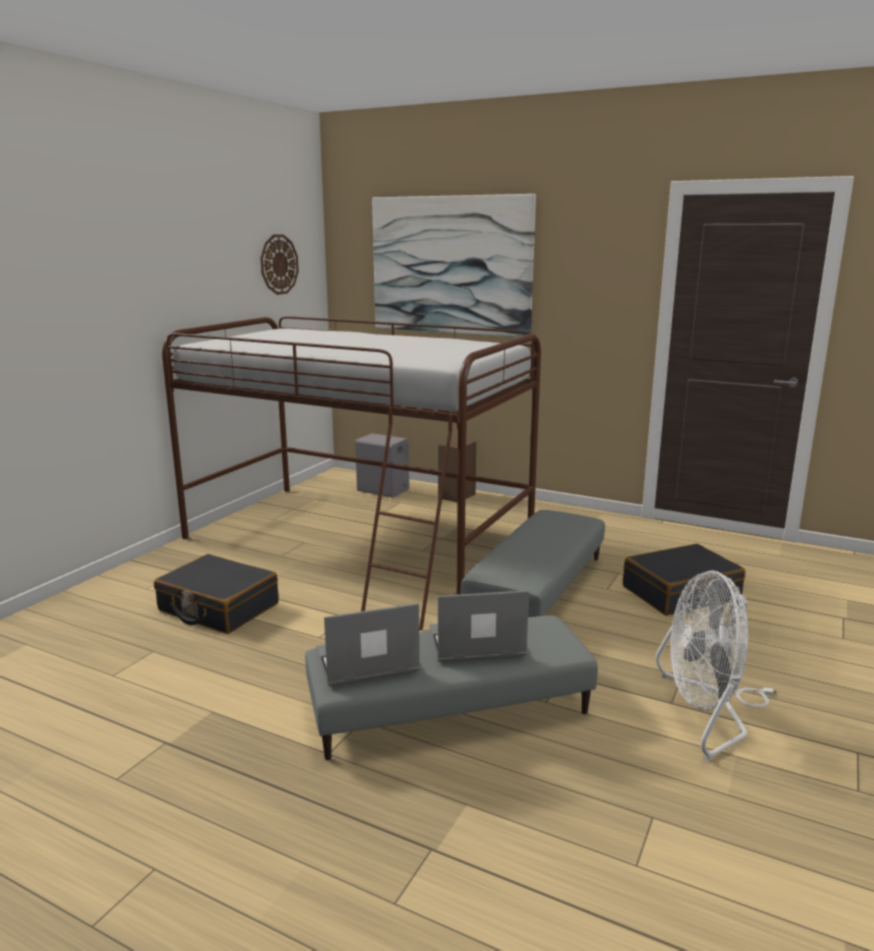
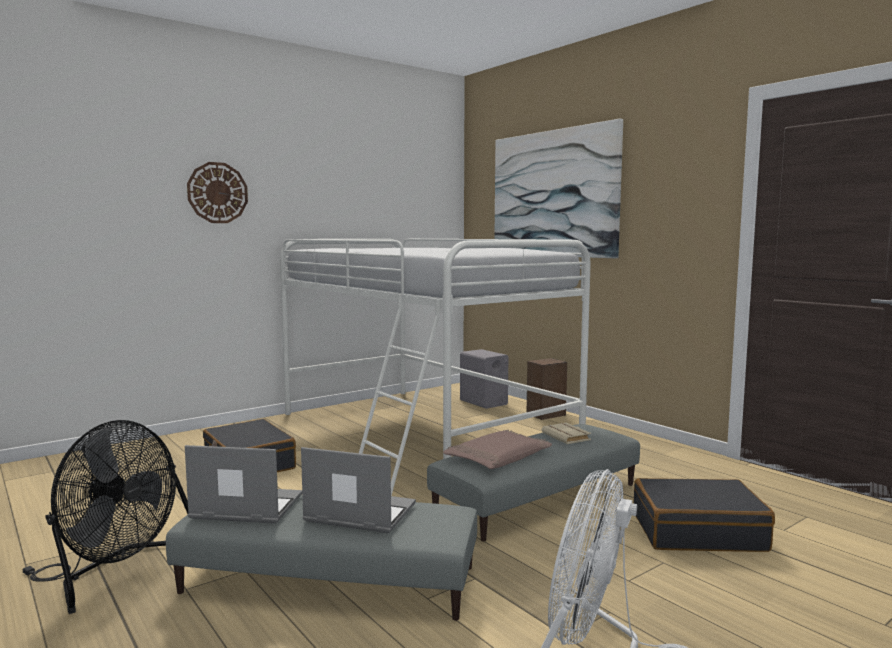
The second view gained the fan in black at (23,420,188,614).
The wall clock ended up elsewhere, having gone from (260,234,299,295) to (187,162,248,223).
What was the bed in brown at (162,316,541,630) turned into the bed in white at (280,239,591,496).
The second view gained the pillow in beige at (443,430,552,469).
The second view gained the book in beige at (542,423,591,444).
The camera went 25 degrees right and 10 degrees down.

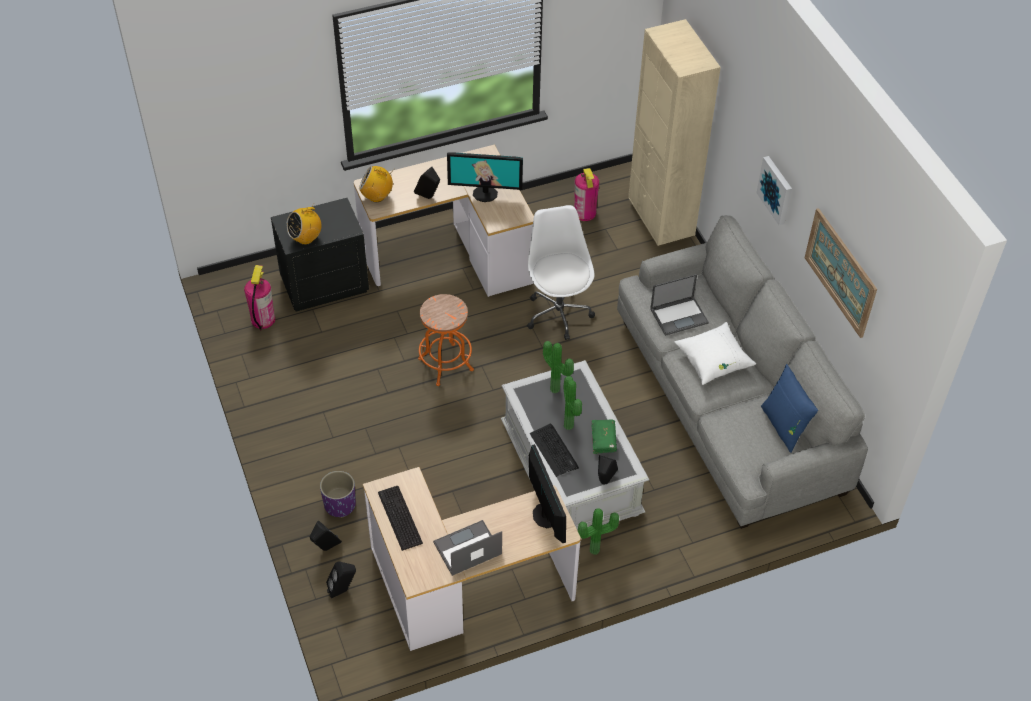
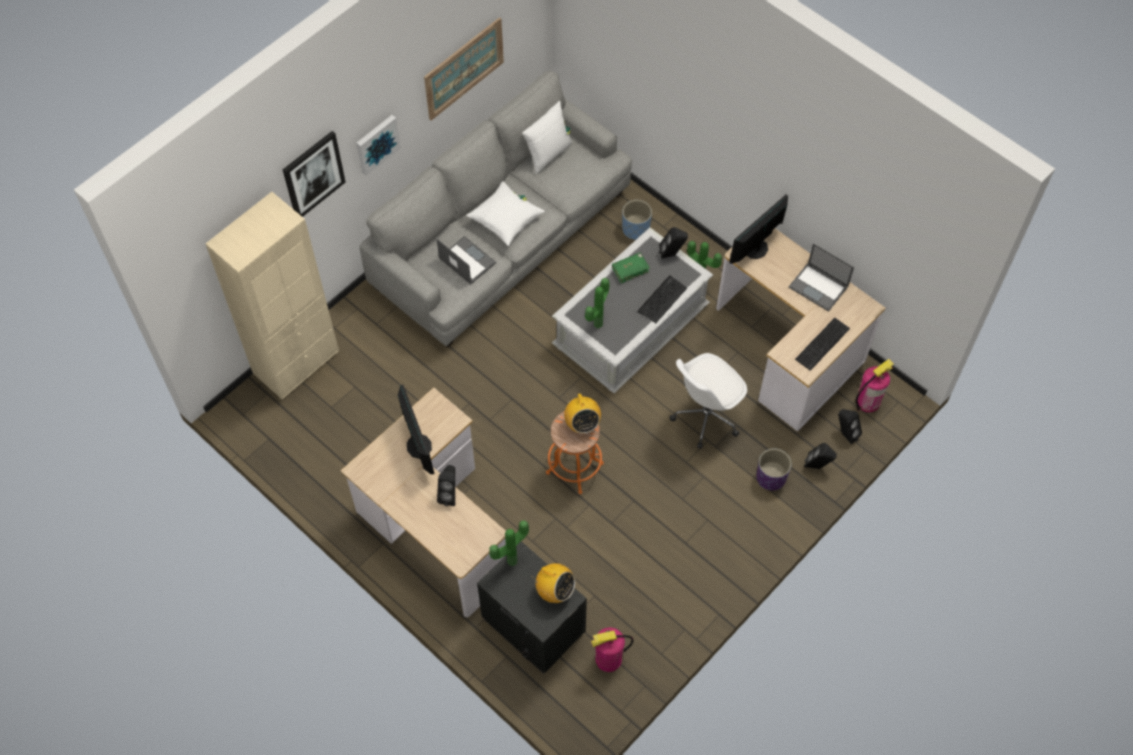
The second view gained the picture at (283,131,346,217).
The potted plant ended up elsewhere, having gone from (564,376,582,430) to (489,520,529,566).
What was the pillow in blue at (761,364,818,453) turned into the pillow in white at (522,101,572,174).
The radio ended up elsewhere, having gone from (359,166,395,202) to (564,393,601,433).
The second view gained the planter in blue at (622,200,652,240).
The office chair in white ended up elsewhere, having gone from (527,205,595,340) to (669,353,747,449).
The fire extinguisher ended up elsewhere, having gone from (574,168,599,221) to (856,359,894,413).
The camera went 115 degrees left and 10 degrees up.

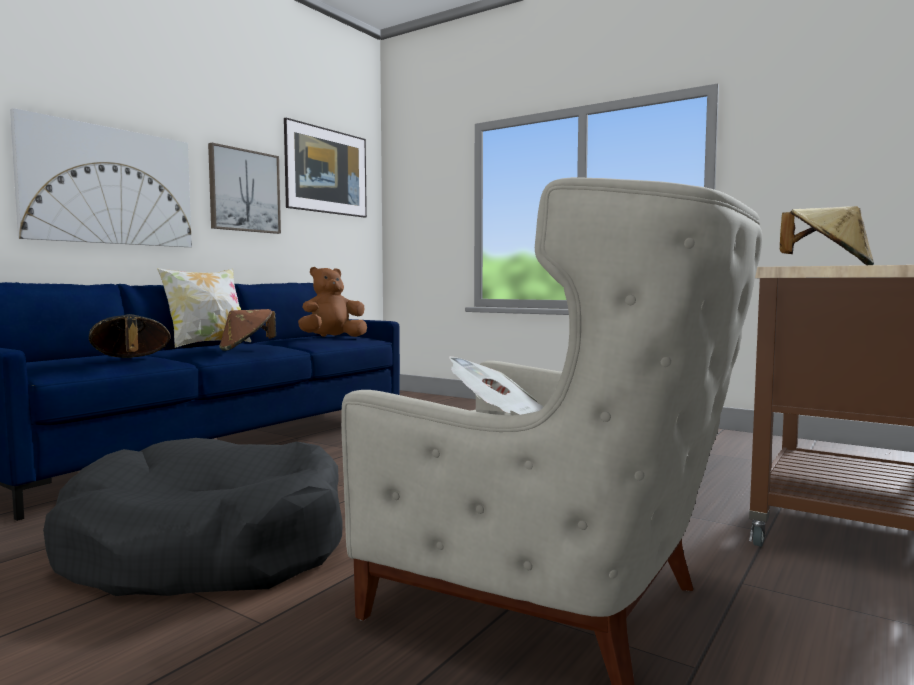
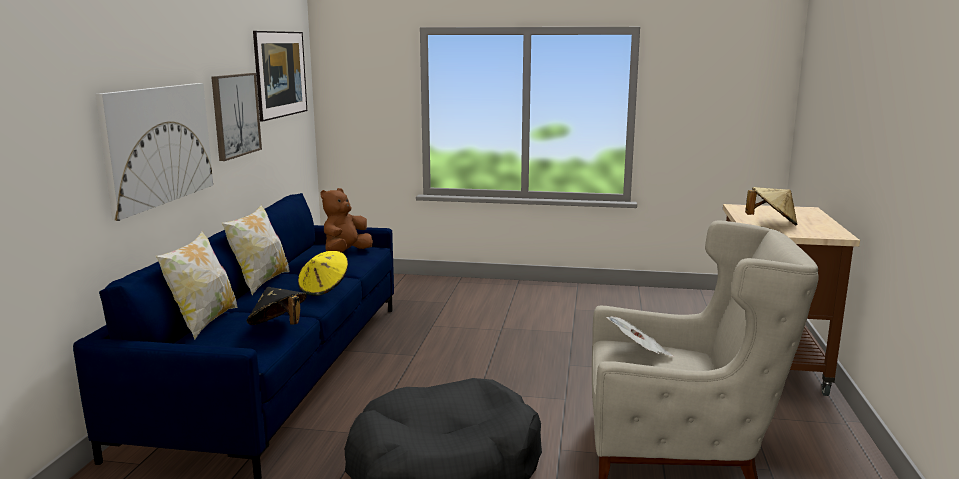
The second view gained the pillow at (156,230,237,340).
What was the hat in brown at (220,309,276,351) turned into the hat in yellow at (298,251,348,296).
The camera went 25 degrees left and 10 degrees up.

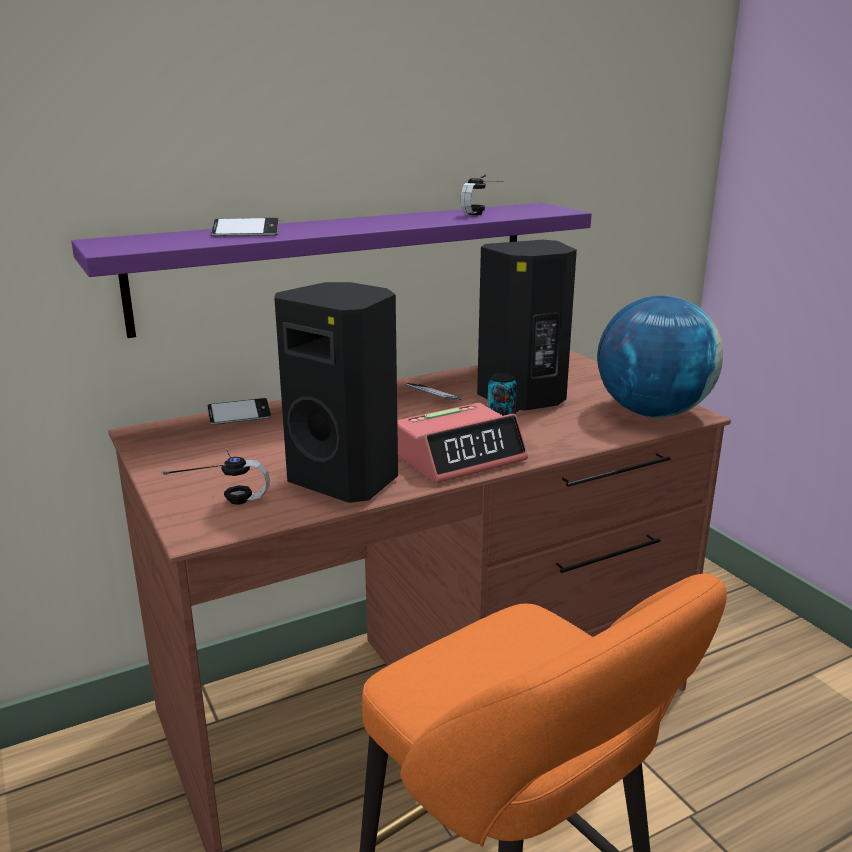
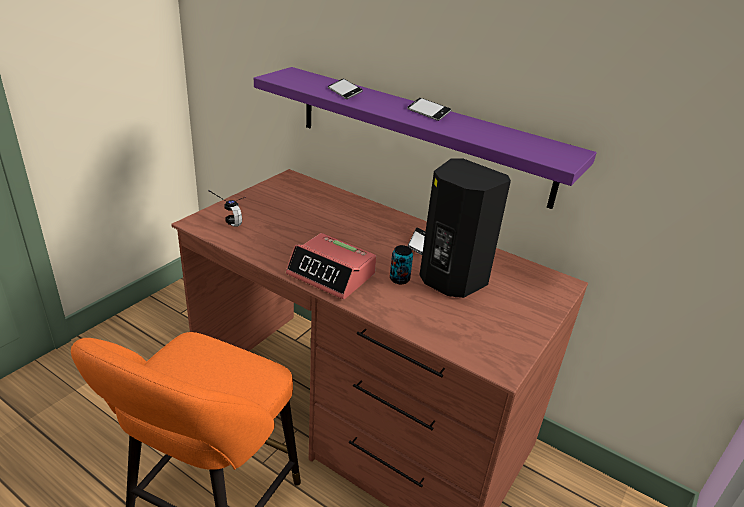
The phone ended up elsewhere, having gone from (207,398,271,425) to (407,98,451,121).
The second view lost the speaker in black at (274,282,398,503).
The second view lost the headphones at (460,174,503,215).
The second view lost the globe at (597,295,723,417).
The camera went 60 degrees right and 10 degrees up.

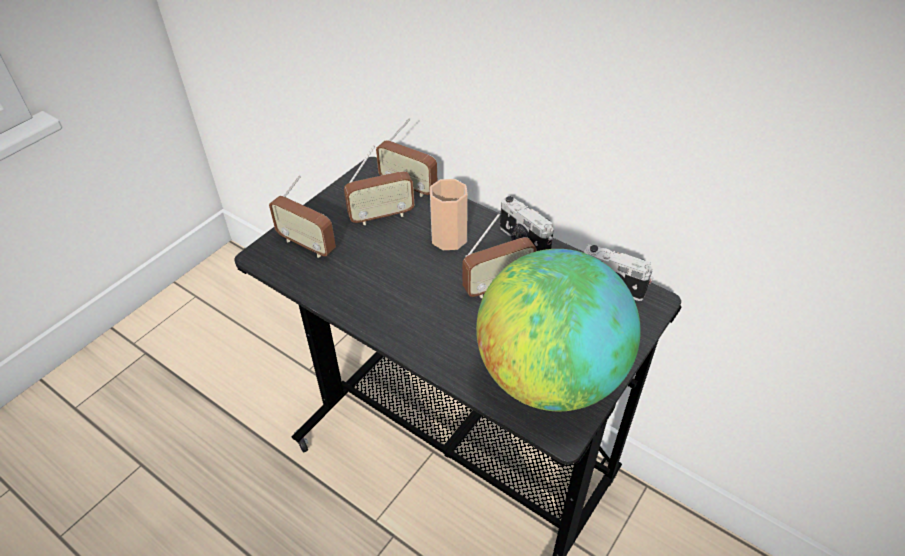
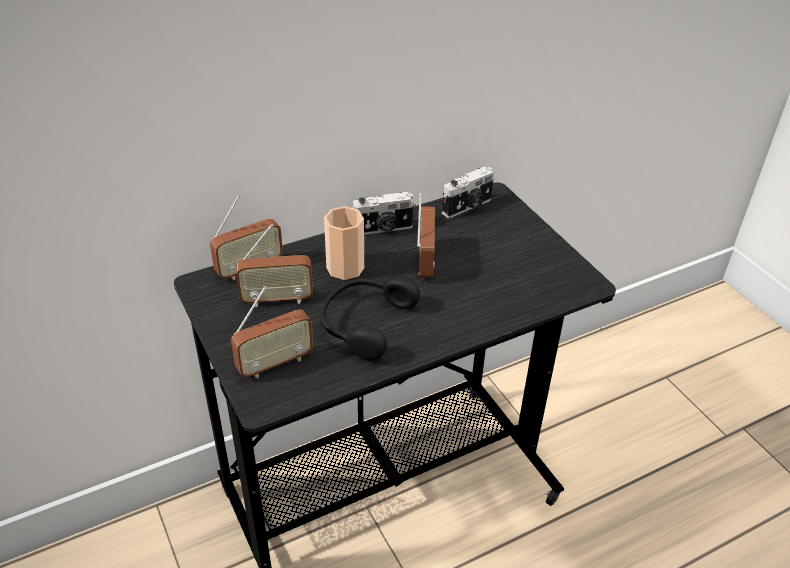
The radio at (344,146,414,225) ended up facing another way, 75 degrees clockwise from before.
The second view gained the headphones in black at (320,276,420,361).
The second view lost the globe at (476,249,641,411).
The camera went 65 degrees left and 5 degrees down.

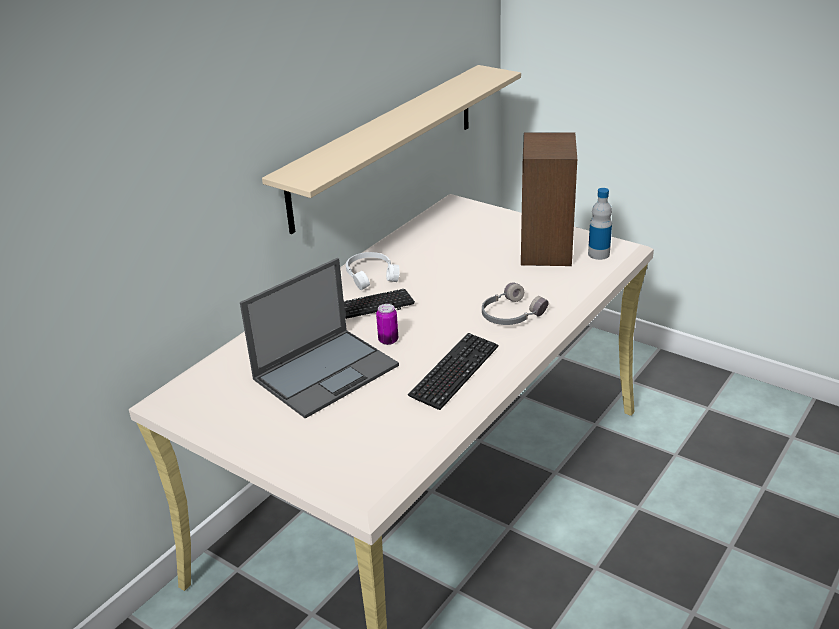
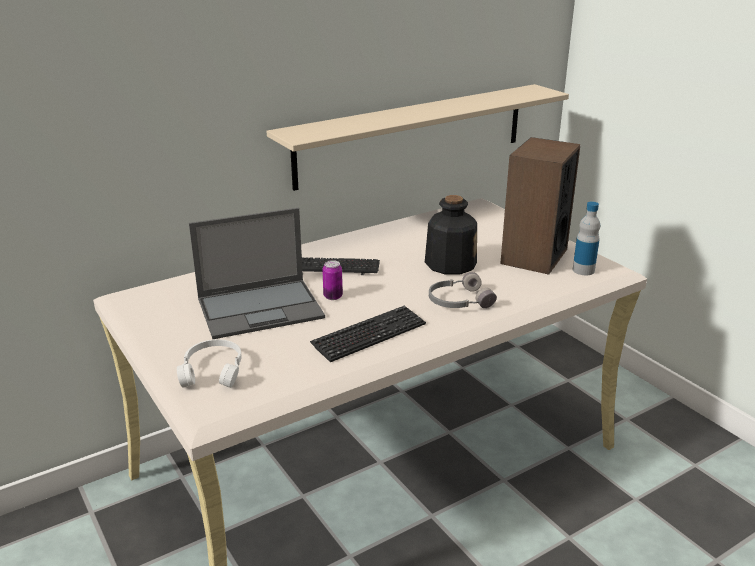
The headphones in white ended up elsewhere, having gone from (346,252,400,290) to (177,339,242,388).
The second view gained the bottle at (425,195,477,275).
The camera went 20 degrees right and 5 degrees down.

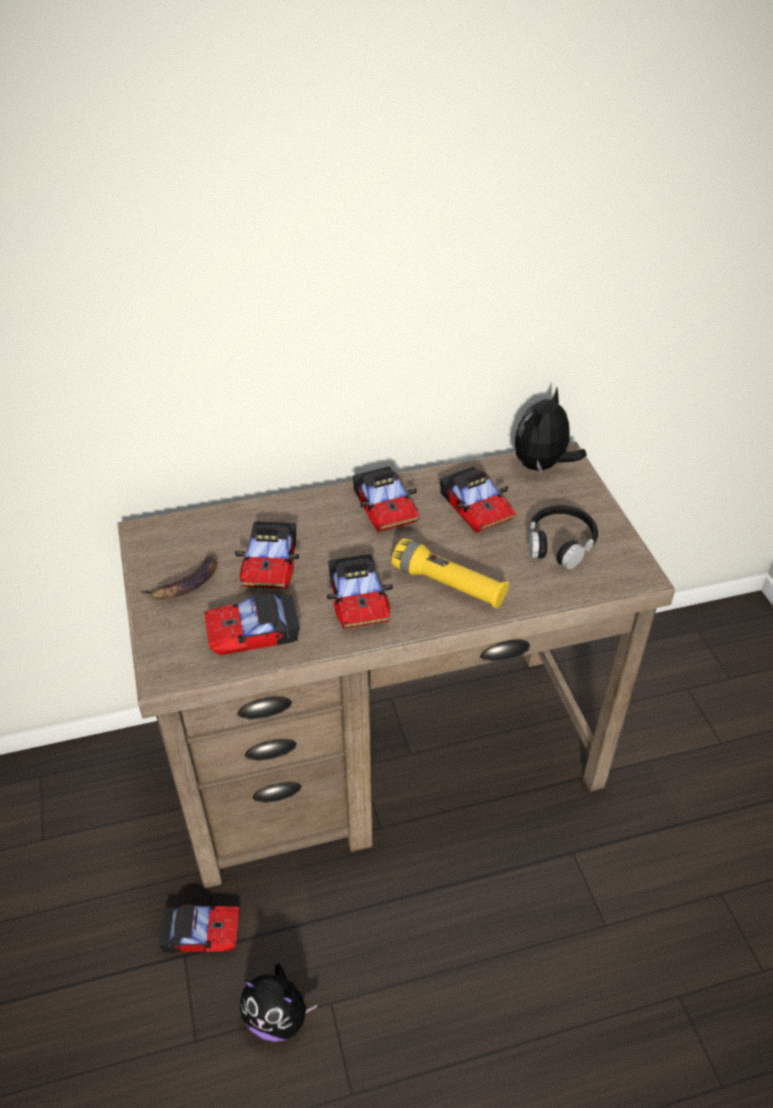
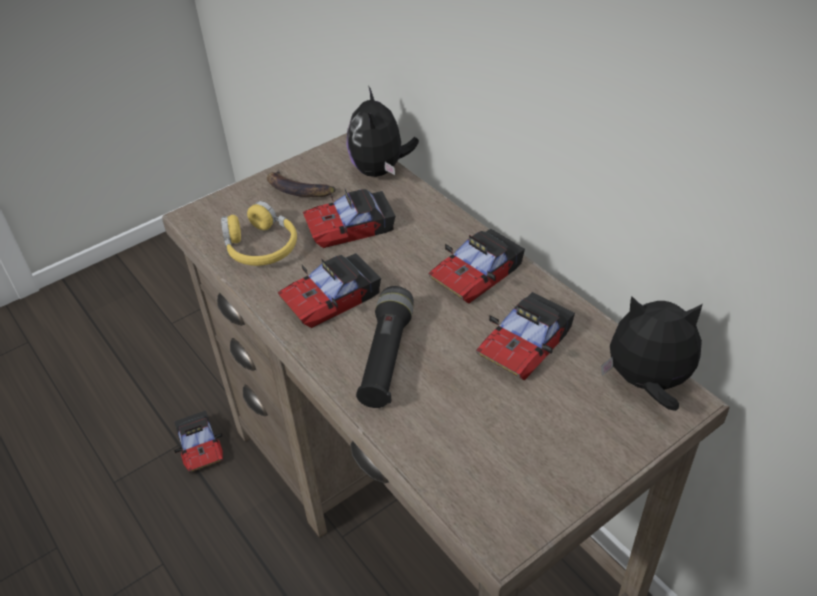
Where the toy car stood at (204,594,300,655), the headphones in yellow came to stand at (221,201,297,266).
The plush toy ended up elsewhere, having gone from (240,963,318,1042) to (347,86,419,177).
What was the flashlight in yellow at (392,538,509,608) turned into the flashlight in black at (356,286,414,408).
The second view lost the headphones in black at (529,505,598,569).
The camera went 70 degrees right and 0 degrees up.

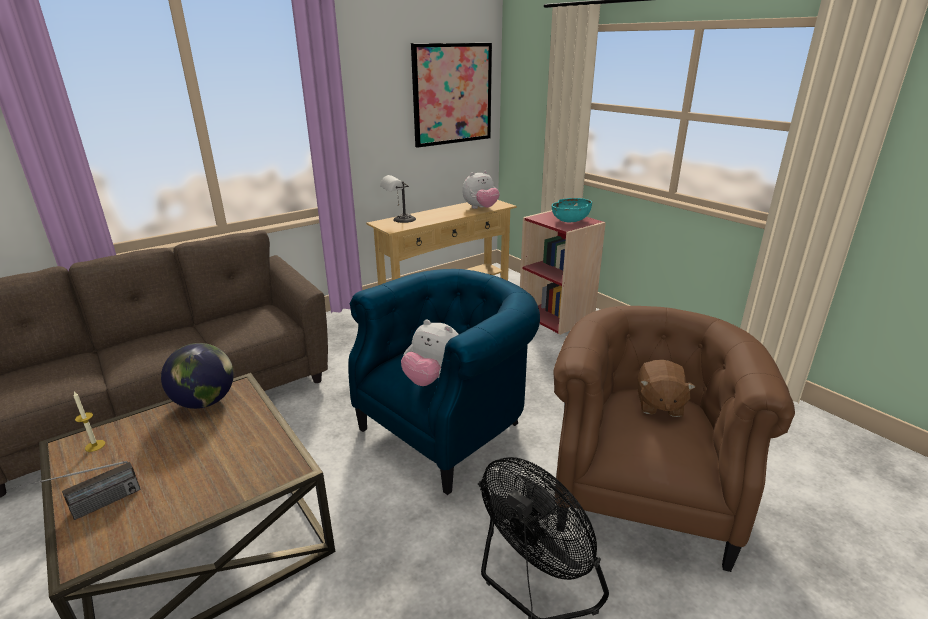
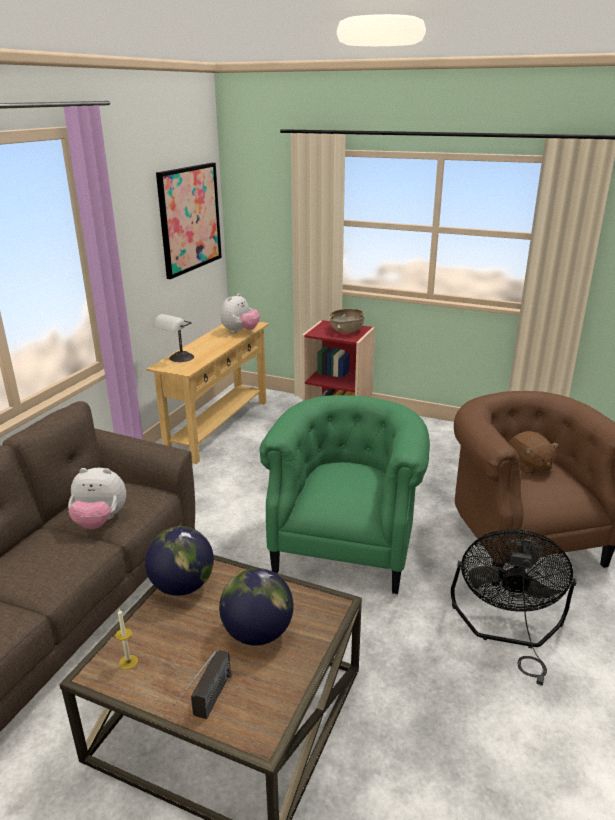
The plush toy ended up elsewhere, having gone from (401,319,459,386) to (68,468,126,529).
The second view gained the globe at (219,568,294,645).
What was the armchair in blue at (348,269,540,495) turned into the armchair in green at (259,395,430,594).
What was the bowl in turquoise at (552,198,592,222) turned into the bowl in brown at (330,309,364,333).
The camera went 30 degrees left and 0 degrees up.

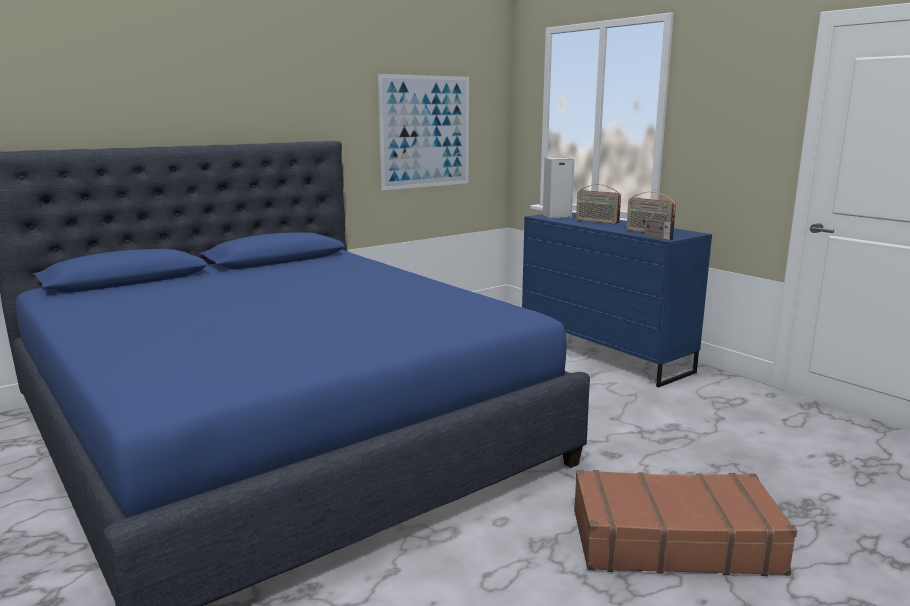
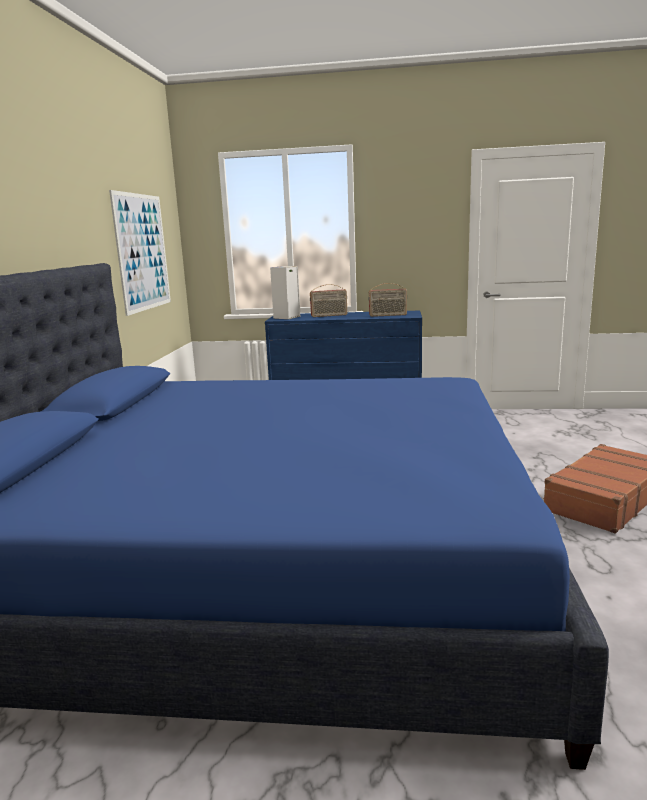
The second view lost the radio at (643,210,674,241).
The camera went 45 degrees left and 0 degrees up.

